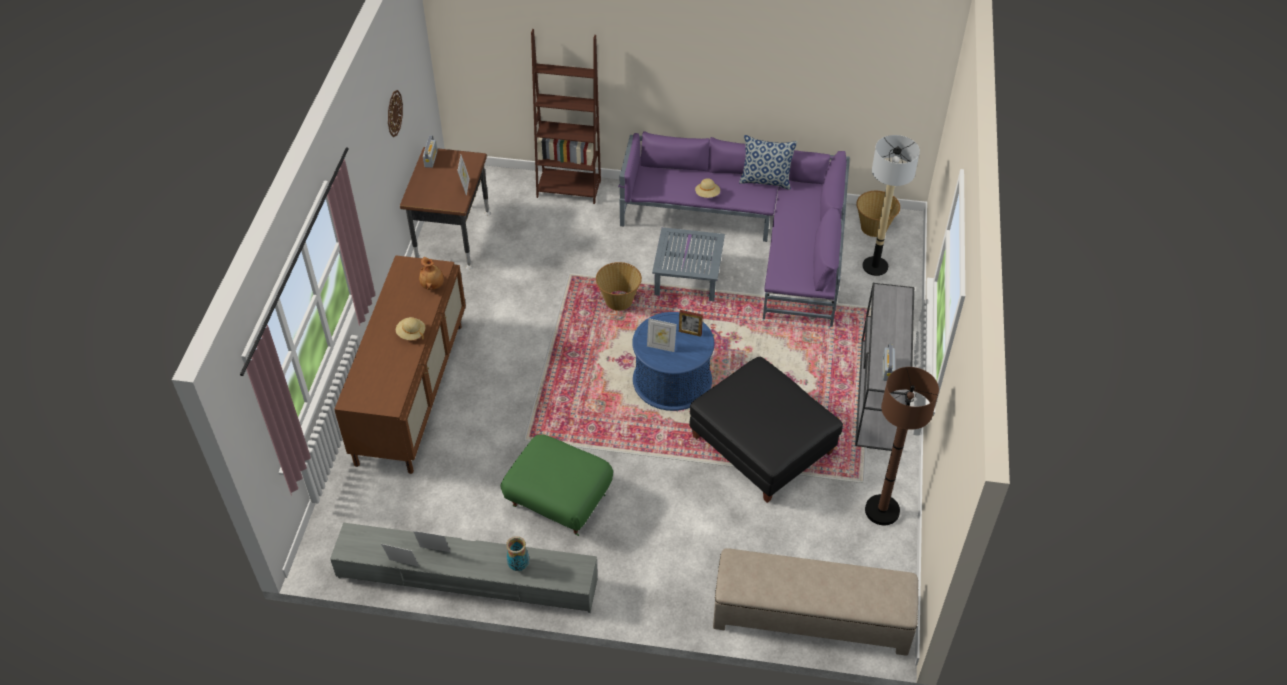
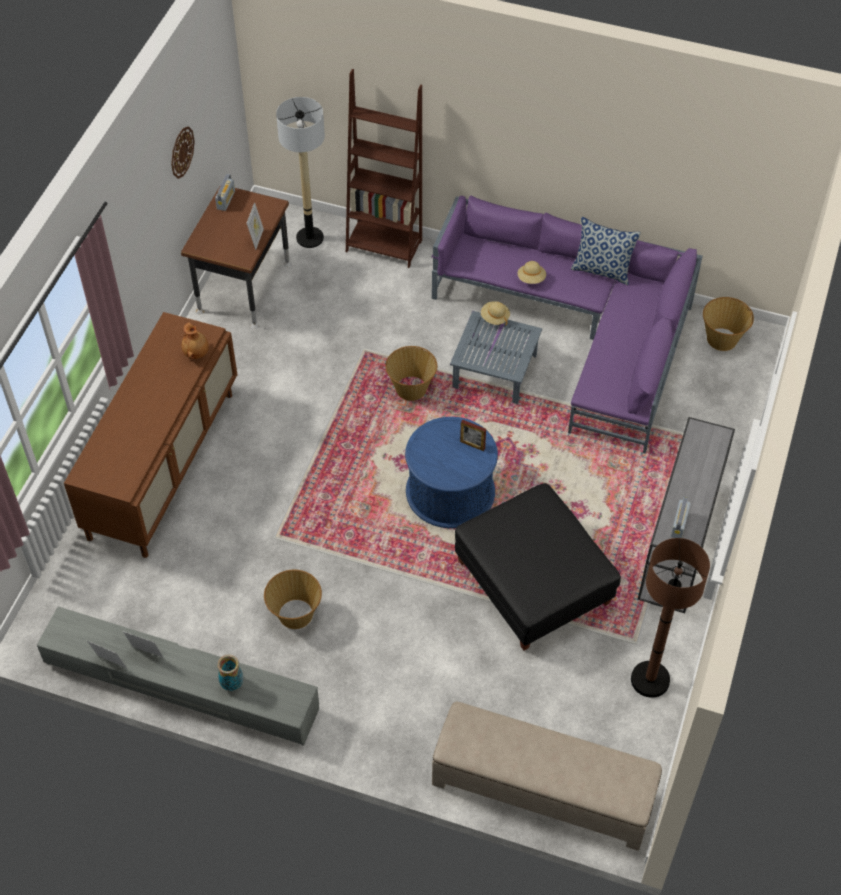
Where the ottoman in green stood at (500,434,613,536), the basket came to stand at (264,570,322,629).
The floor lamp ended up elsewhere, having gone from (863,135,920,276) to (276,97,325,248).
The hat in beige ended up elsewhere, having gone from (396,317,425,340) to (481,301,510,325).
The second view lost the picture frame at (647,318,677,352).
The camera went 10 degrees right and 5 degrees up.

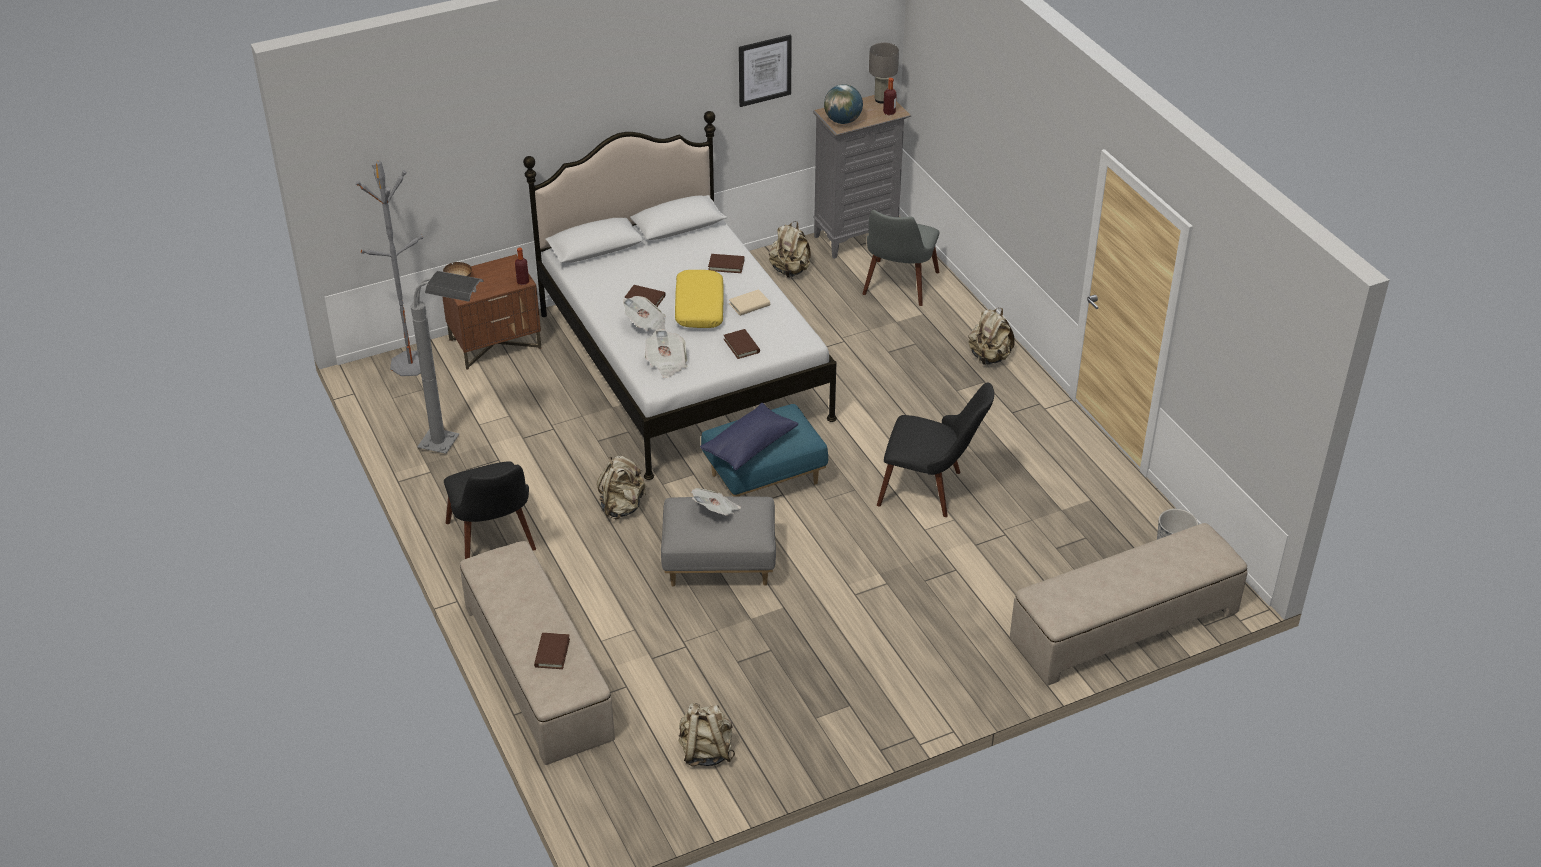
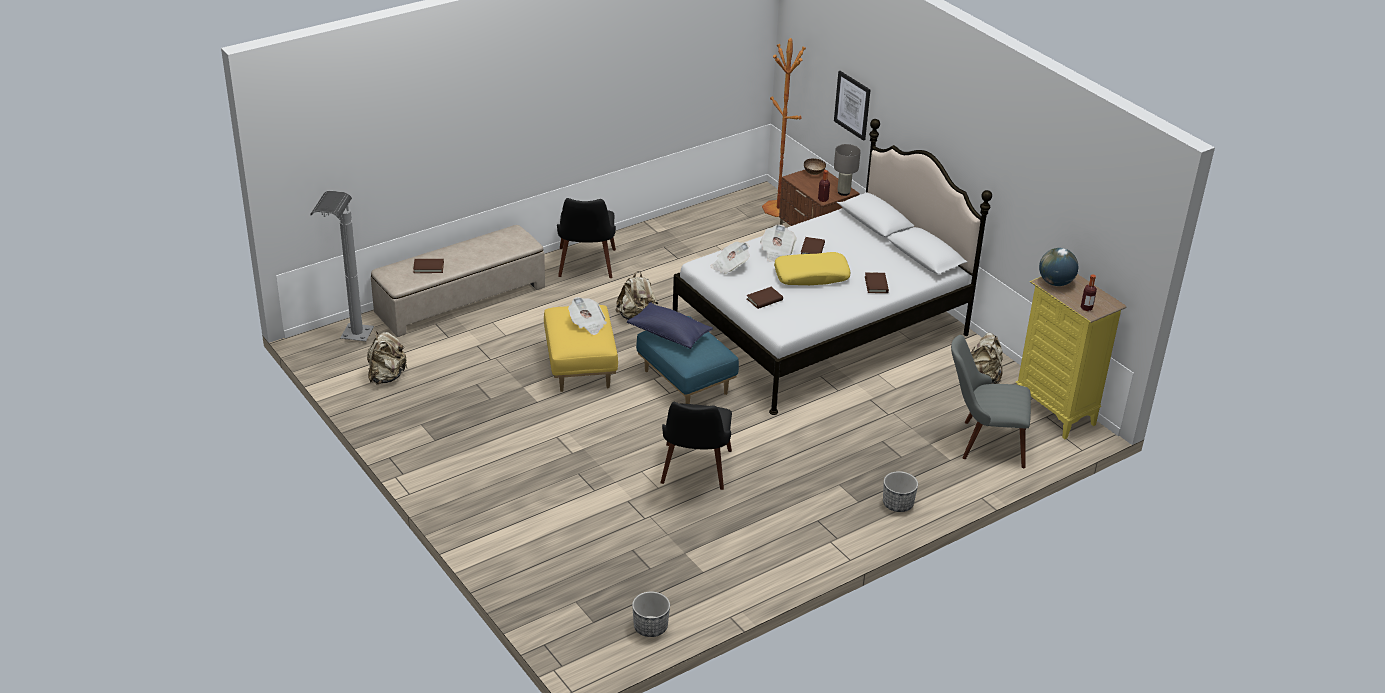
The floor lamp in grey ended up elsewhere, having gone from (411,271,484,454) to (310,191,374,341).
What was the ottoman in grey at (661,496,776,586) turned into the ottoman in yellow at (544,305,618,392).
The chair in black at (444,461,536,559) ended up facing another way, 60 degrees counterclockwise from before.
What was the clothes rack in grey at (356,160,423,376) turned into the clothes rack in orange at (762,38,806,217).
The picture ended up elsewhere, having gone from (739,35,792,107) to (834,71,870,141).
The table lamp in grey ended up elsewhere, having gone from (869,43,899,104) to (834,144,861,196).
Where the backpack in beige stood at (968,308,1015,365), the planter came to stand at (883,471,918,512).
What was the dresser in grey at (813,95,911,259) turned into the dresser in yellow at (1016,274,1127,439).
The second view lost the book in beige at (729,289,770,316).
The second view lost the bench in beige at (1010,523,1247,686).
The camera went 80 degrees right and 5 degrees down.

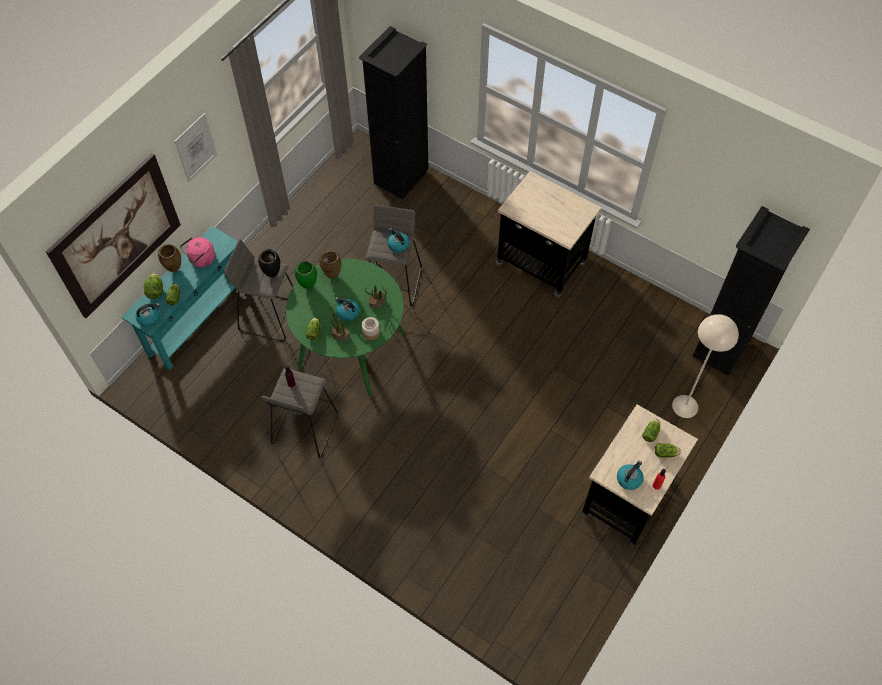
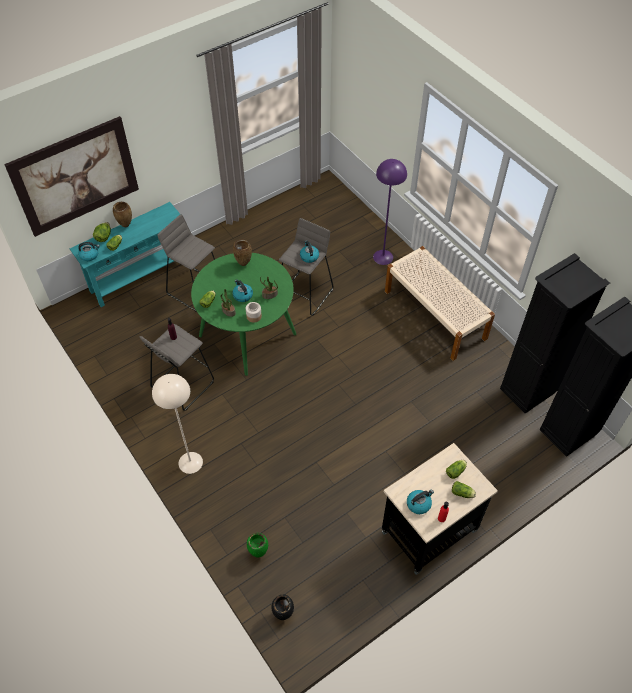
The floor lamp in beige ended up elsewhere, having gone from (672,314,739,418) to (152,374,203,474).
The vase in green ended up elsewhere, having gone from (295,261,317,289) to (247,533,268,557).
The vase in black ended up elsewhere, having gone from (258,249,280,277) to (271,594,294,620).
The second view gained the floor lamp in purple at (373,159,407,265).
Where the cart in black stood at (495,171,601,298), the bench in beige came to stand at (385,246,495,361).
The cabinet in black ended up elsewhere, having gone from (359,26,428,199) to (500,253,610,413).
The second view lost the picture at (175,113,217,182).
The second view lost the kettle in pink at (180,237,215,267).
The camera went 20 degrees right and 5 degrees down.

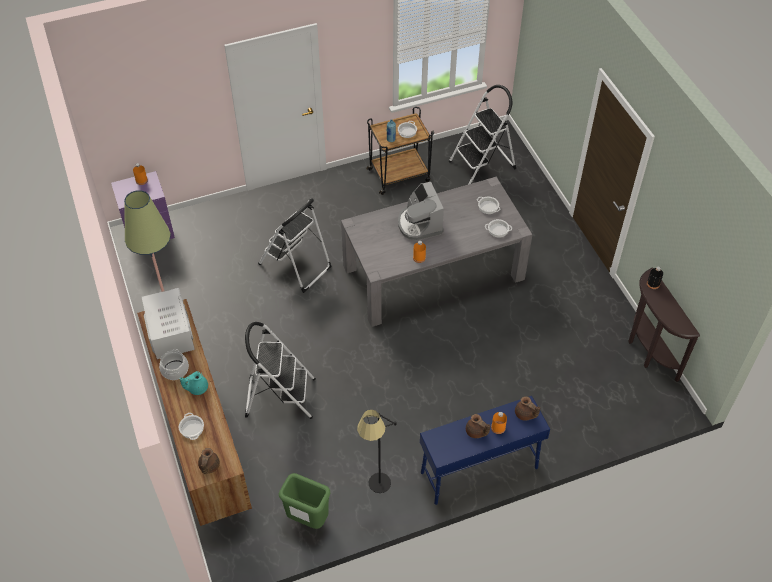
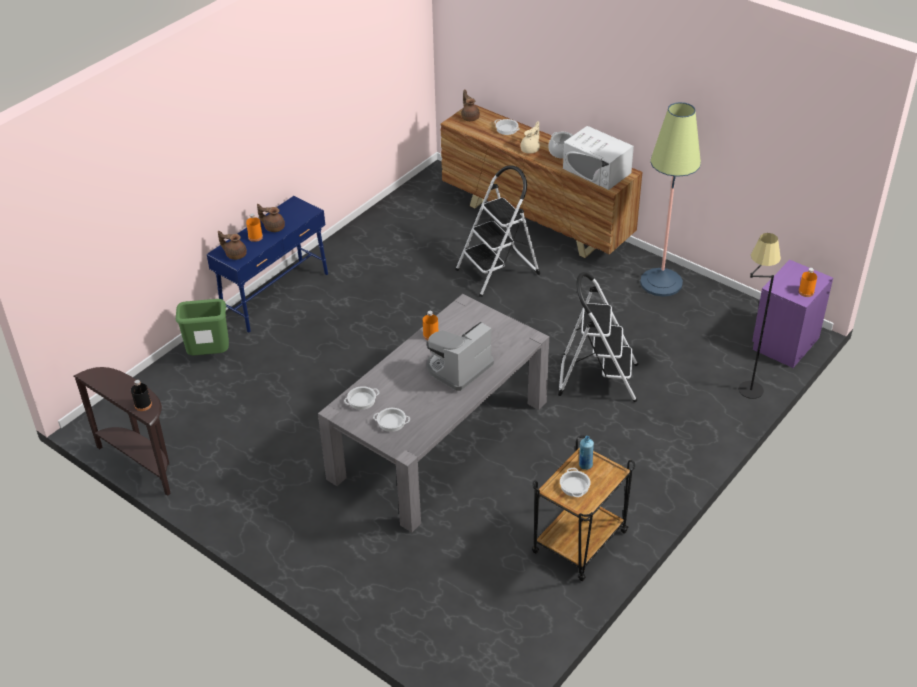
The trash can in green ended up elsewhere, having gone from (279,473,330,529) to (176,299,229,355).
The coffee machine at (398,182,444,241) ended up facing another way, 90 degrees counterclockwise from before.
What was the teapot in turquoise at (180,371,208,395) turned into the teapot in beige at (521,121,540,154).
The floor lamp in black ended up elsewhere, having gone from (357,410,396,493) to (738,233,781,399).
The second view lost the step ladder at (449,85,516,184).
The camera went 150 degrees right and 10 degrees down.

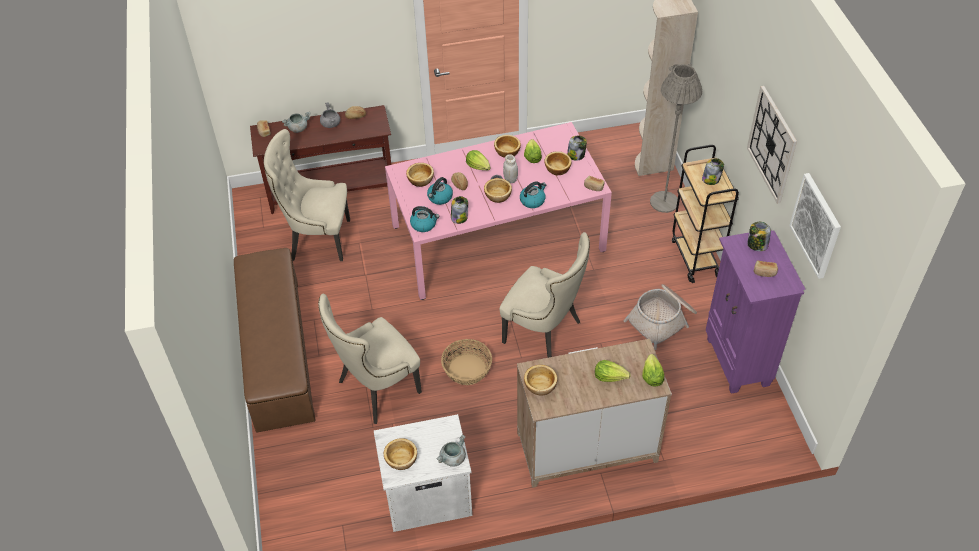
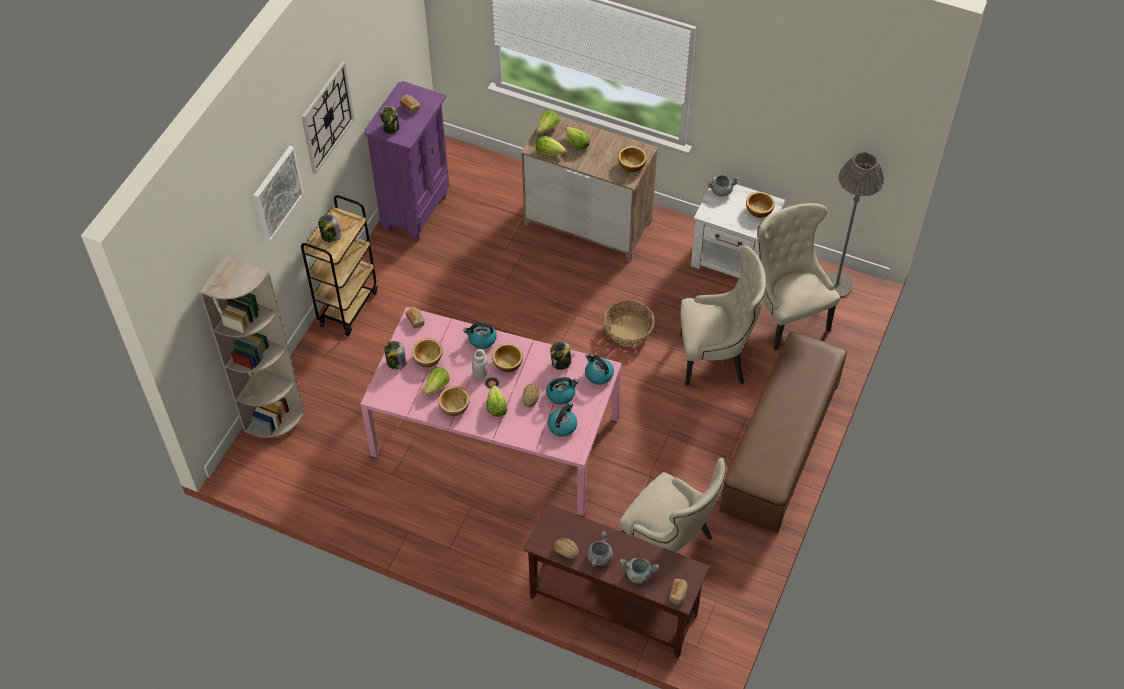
The picture ended up elsewhere, having gone from (789,173,841,279) to (253,146,304,243).
The second view gained the lettuce at (536,136,566,156).
Where the bowl stood at (406,163,434,187), the kettle came to stand at (548,403,577,437).
The chair in beige ended up elsewhere, having gone from (500,232,590,358) to (757,203,840,351).
The floor lamp in grey ended up elsewhere, having gone from (650,64,703,213) to (826,152,884,298).
The second view lost the basket at (624,284,697,350).
The camera went 145 degrees left and 5 degrees up.

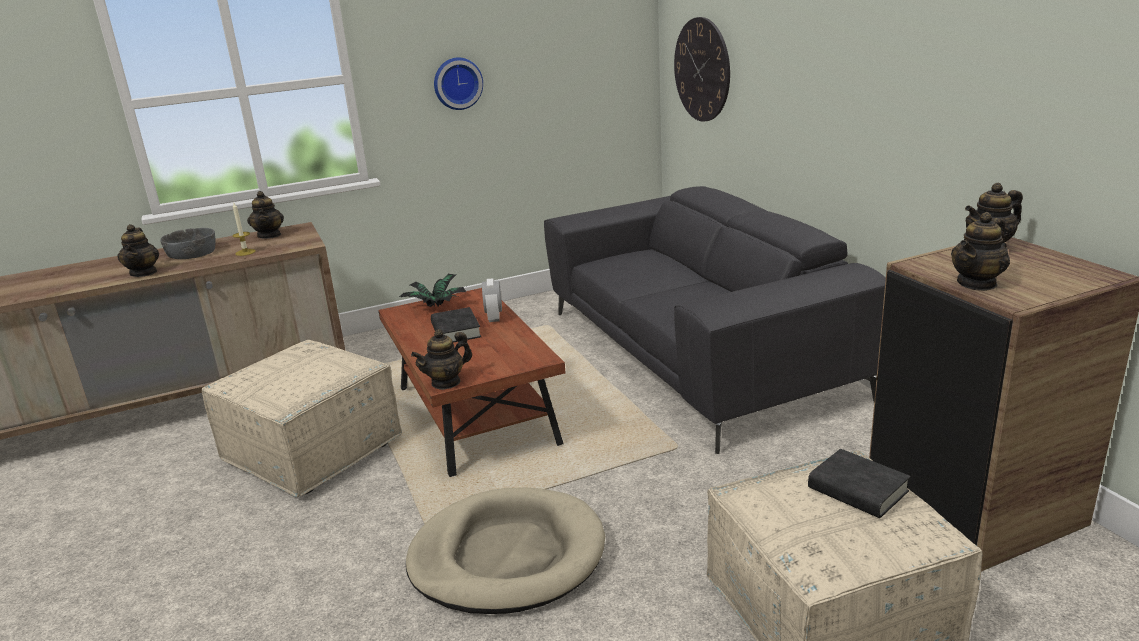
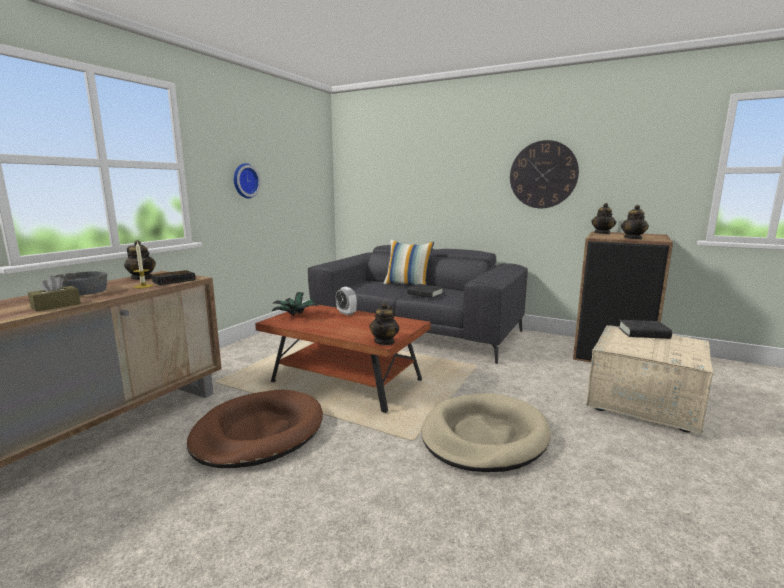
Where the teapot stood at (117,224,159,277), the tissue box in brown came to stand at (28,275,81,311).
The second view gained the alarm clock at (152,270,196,285).
Where the ottoman in beige stood at (202,340,402,497), the dog bed in brown came to stand at (187,390,323,468).
The second view gained the pillow at (384,240,434,285).
The book in black ended up elsewhere, having gone from (431,307,481,343) to (407,284,443,298).
The wall clock ended up elsewhere, having gone from (674,17,730,122) to (510,140,579,208).
The camera went 40 degrees left and 10 degrees down.

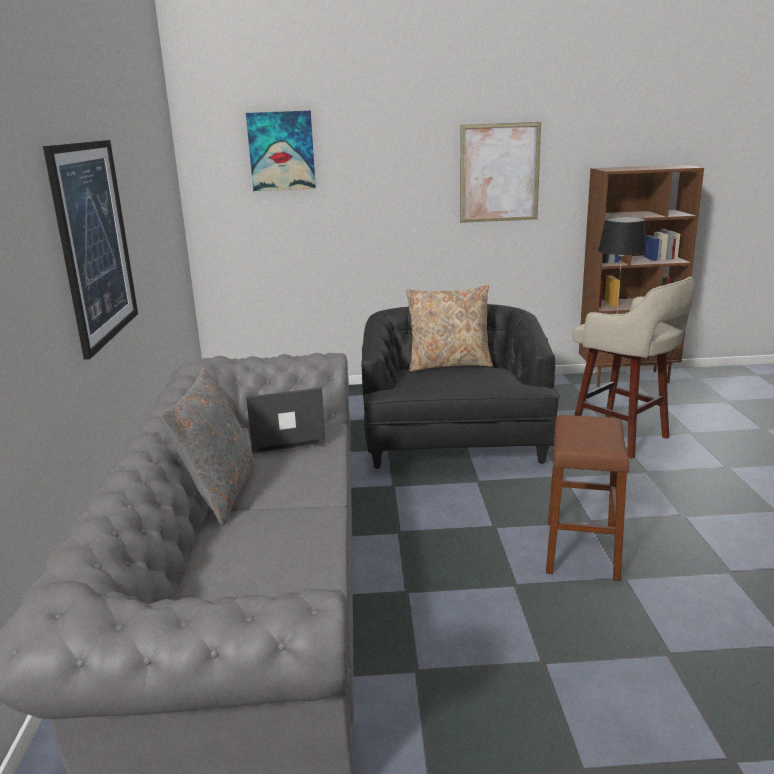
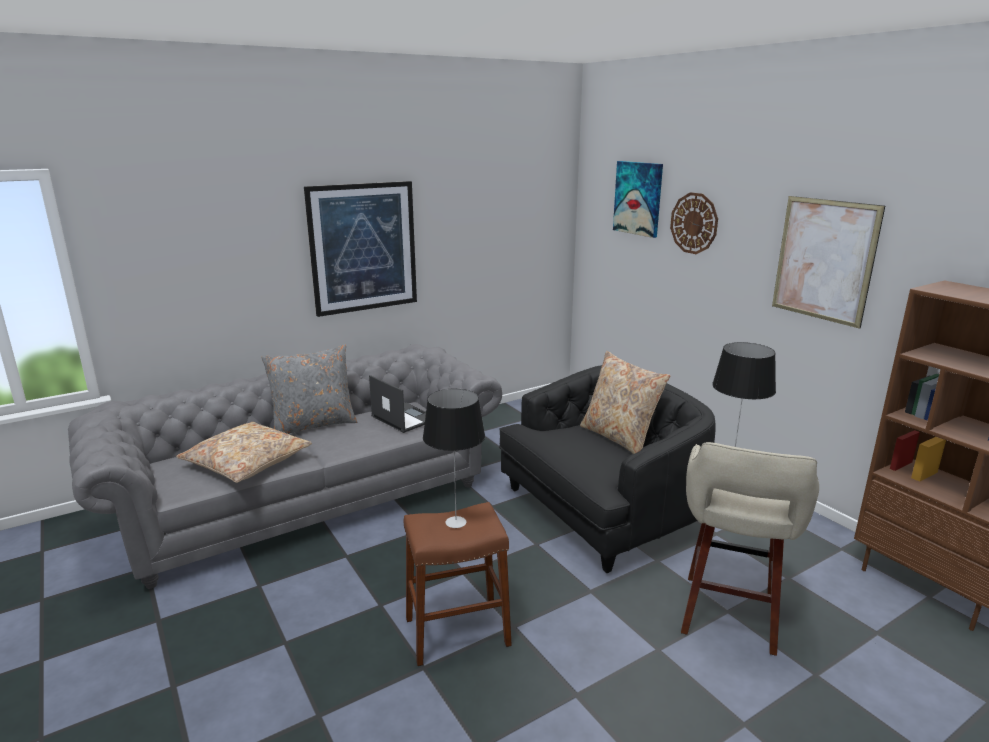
The second view gained the pillow in beige at (176,422,312,483).
The second view gained the table lamp at (423,389,485,528).
The second view gained the wall clock at (670,192,718,254).
The camera went 60 degrees right and 0 degrees up.

